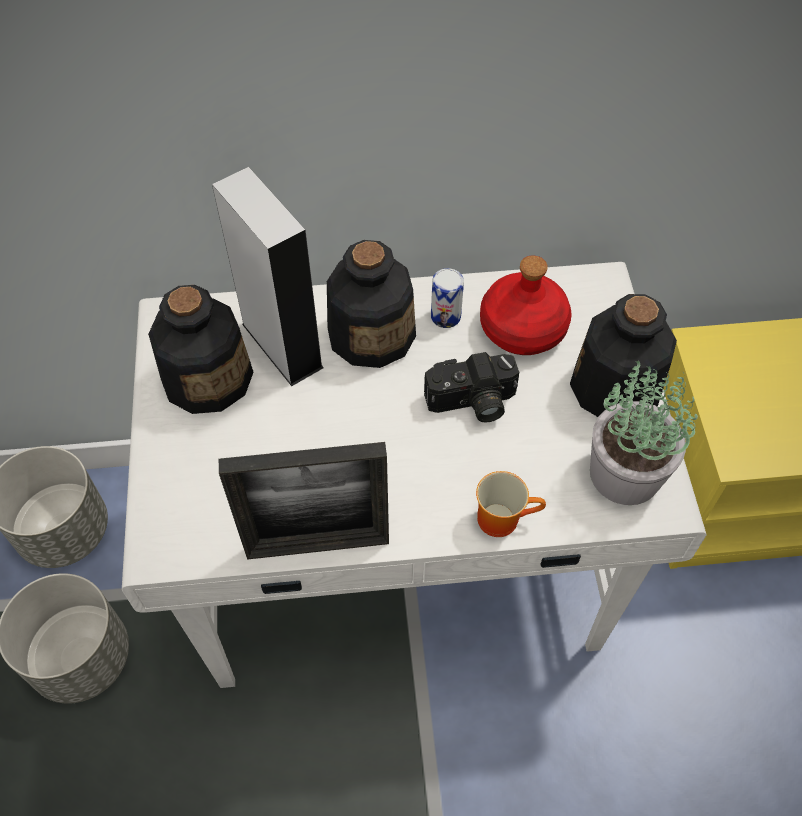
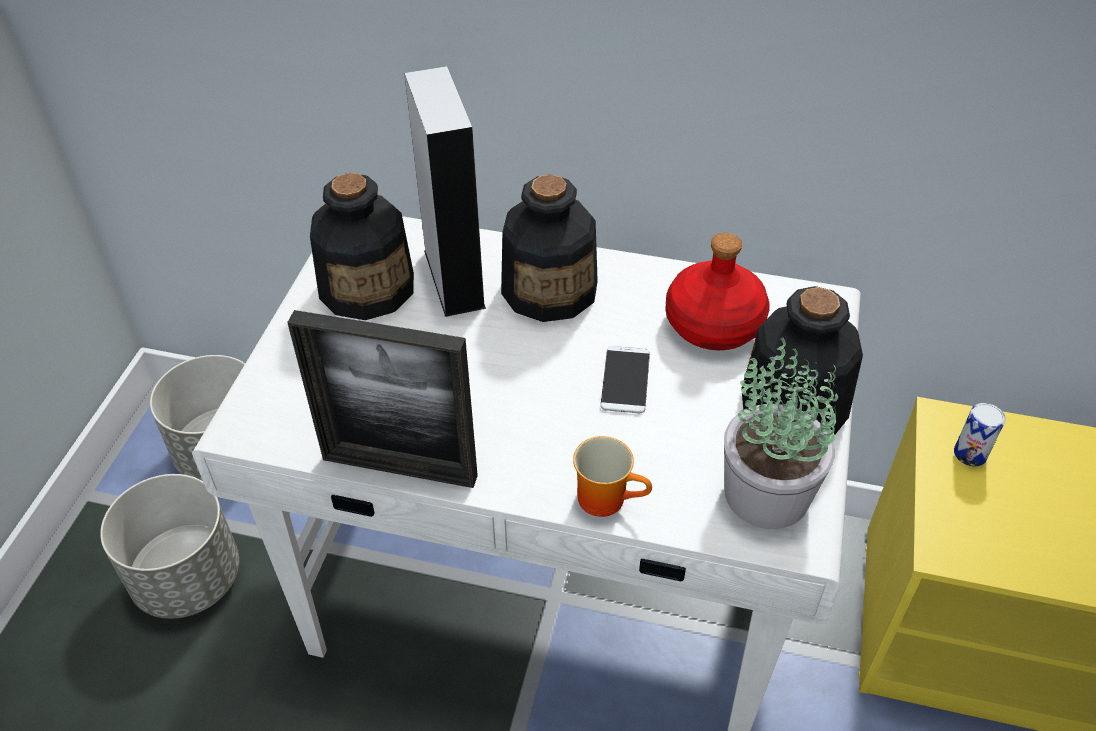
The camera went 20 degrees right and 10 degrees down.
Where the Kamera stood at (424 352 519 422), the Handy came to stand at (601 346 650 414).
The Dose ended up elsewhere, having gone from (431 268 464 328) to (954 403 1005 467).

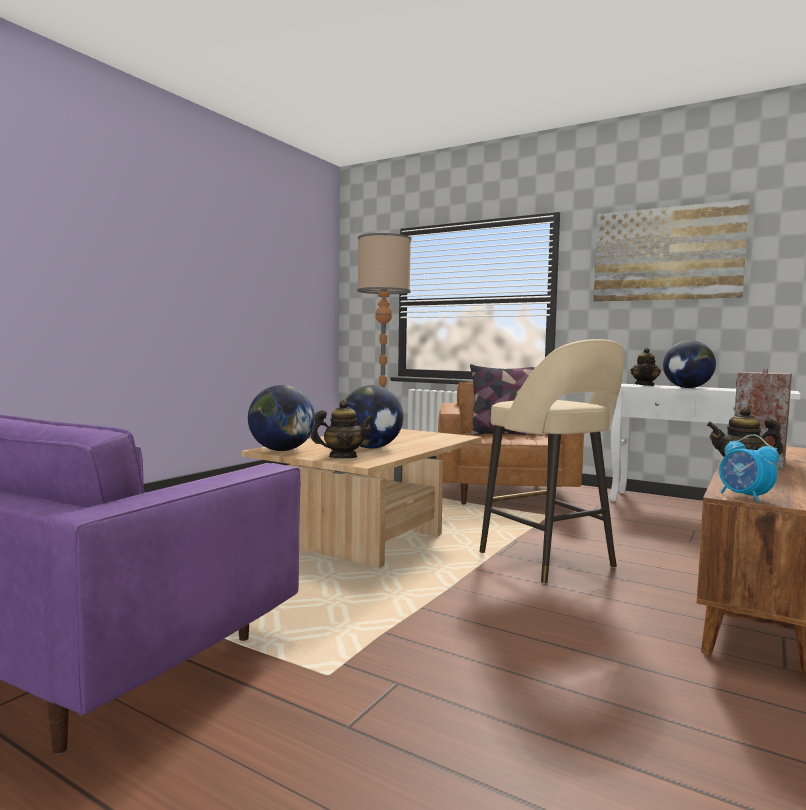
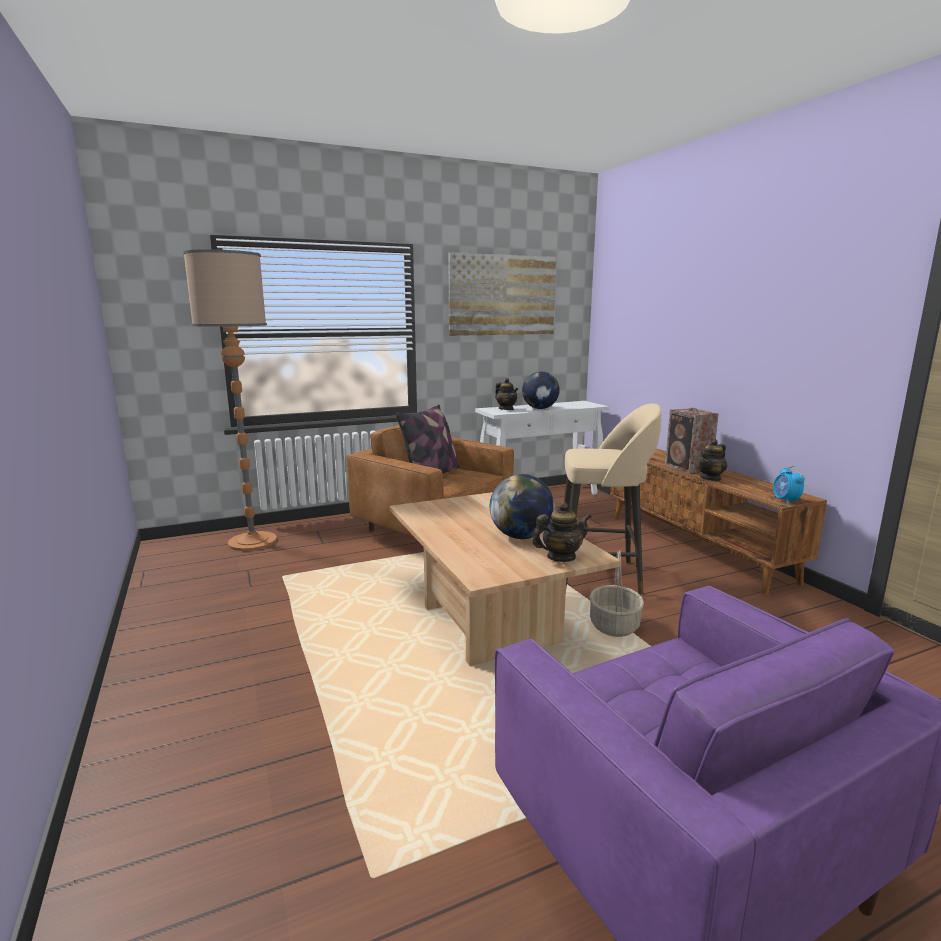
The camera went 55 degrees left and 10 degrees up.
The Teekanne at (311 400 375 458) ended up facing another way, 45 degrees clockwise from before.
The second view gained the Korb at (589 550 644 637).
The Wecker at (719 434 779 502) ended up facing another way, 75 degrees clockwise from before.
The second view lost the Globus at (248 385 315 451).

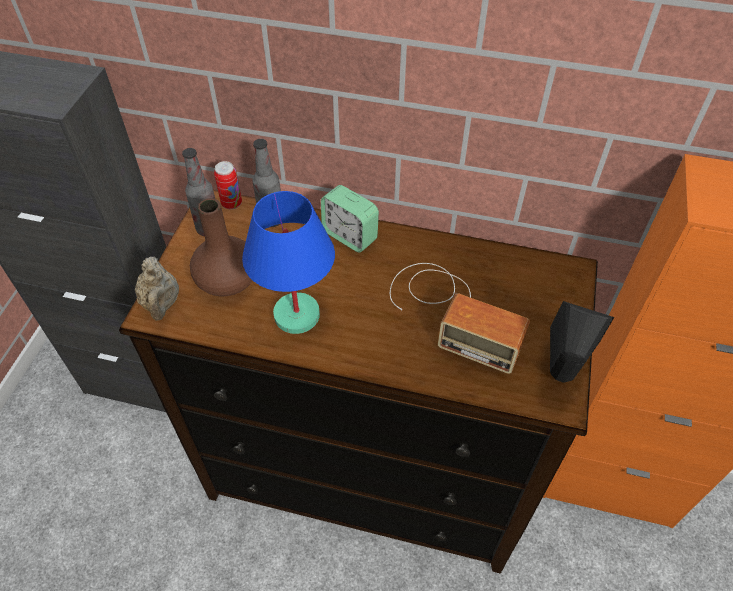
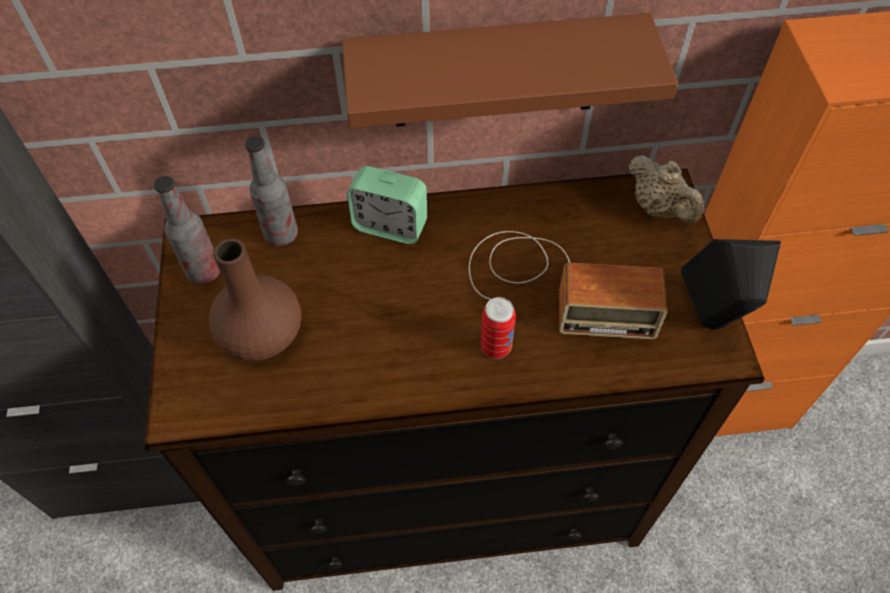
The camera went 20 degrees left and 5 degrees up.
The second view gained the Wandregal (braun) at (342 13 678 128).
The Dose ended up elsewhere, having gone from (214 161 242 209) to (481 297 516 359).
The Teekanne (beige) ended up elsewhere, having gone from (135 256 179 321) to (629 155 704 223).
The second view lost the Tischlampe (blau) at (242 191 335 334).

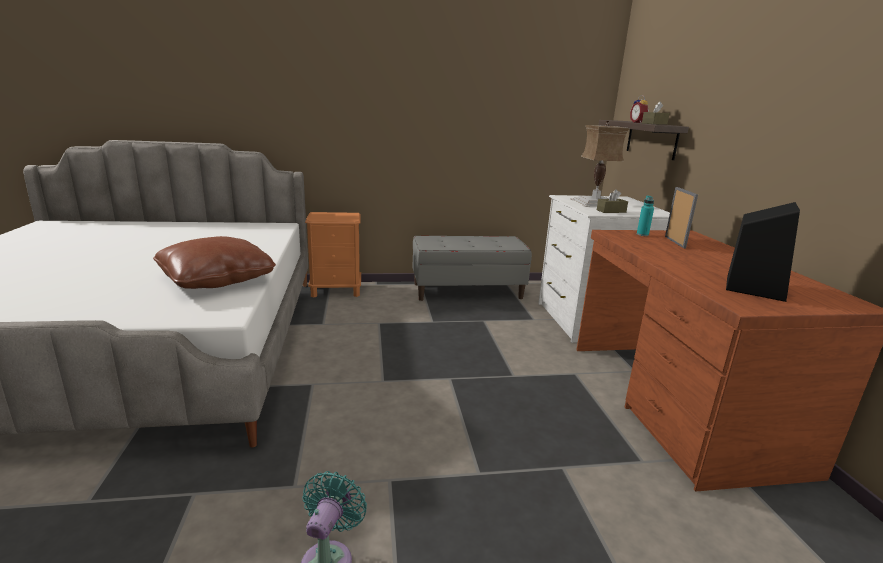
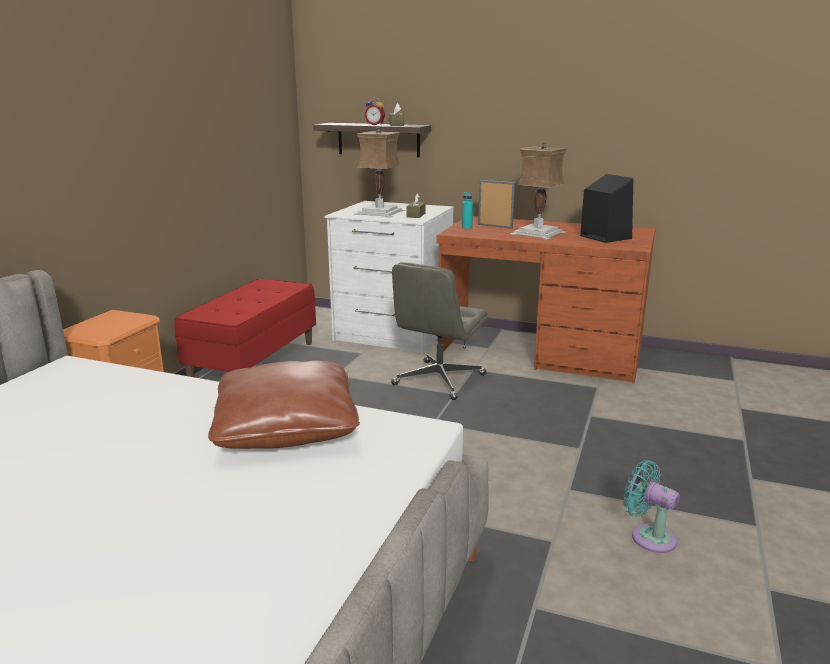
The camera went 60 degrees left and 0 degrees up.
What was the Bank (grau) at (413 236 532 301) turned into the Bank (rot) at (174 278 316 377).
The second view gained the Bürostuhl (grau) at (391 262 488 400).
The second view gained the Tischlampe at (510 143 567 240).

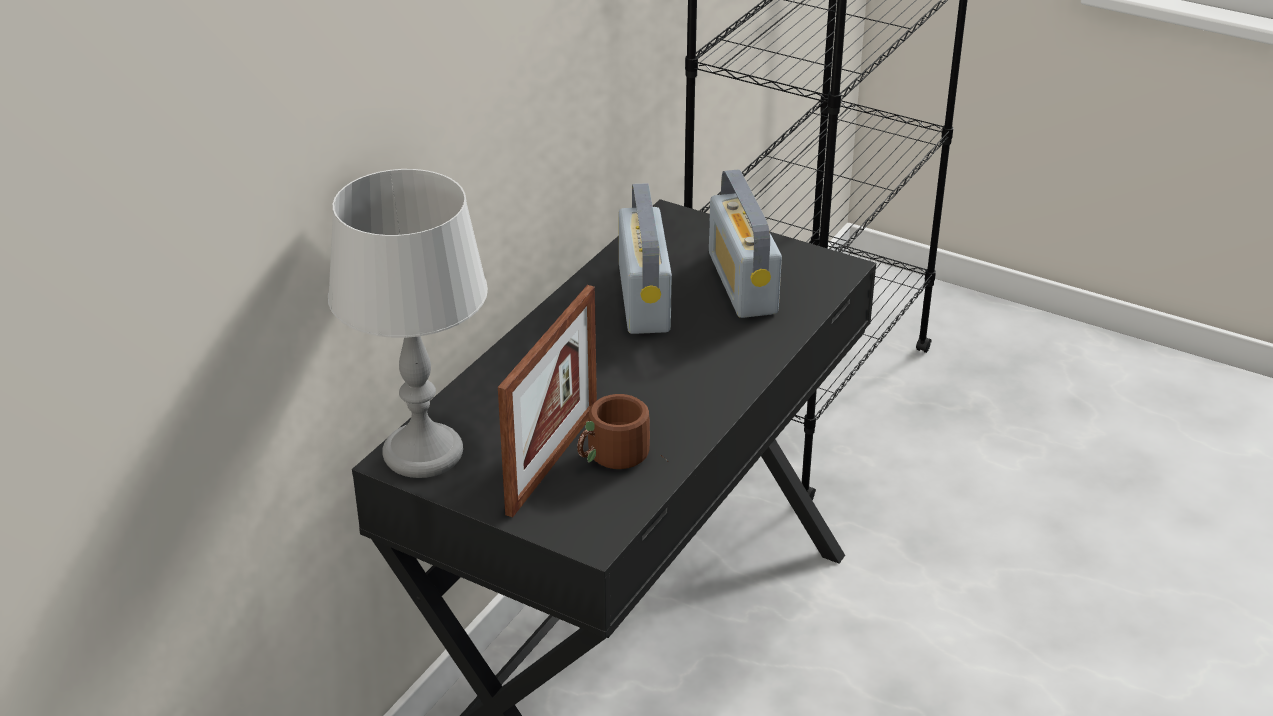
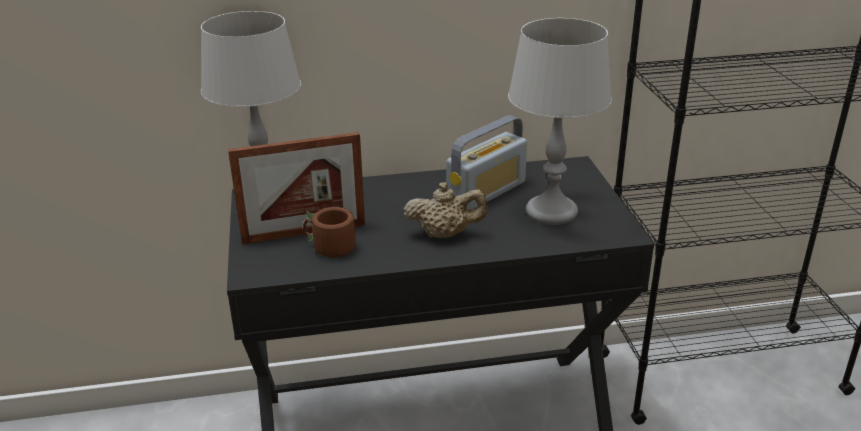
The camera went 50 degrees right and 5 degrees down.
The second view gained the Teekanne (beige) at (403 182 488 238).
Where the Radio stood at (709 169 782 318), the Tischlampe (grau) came to stand at (508 18 612 225).

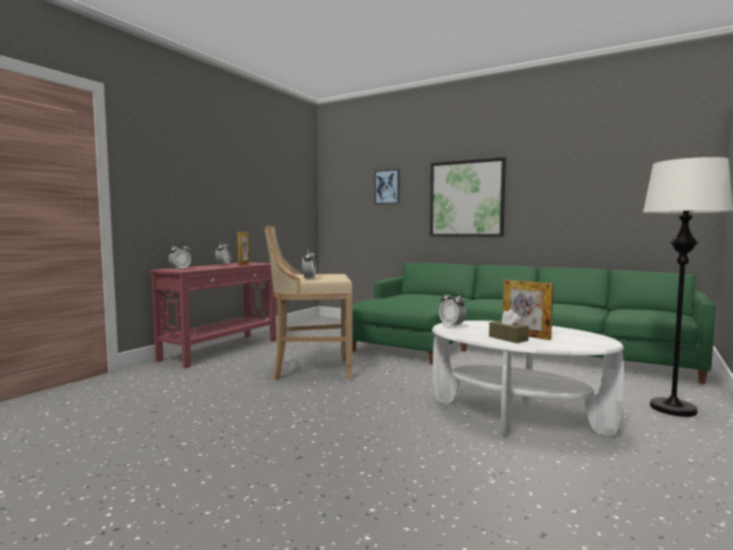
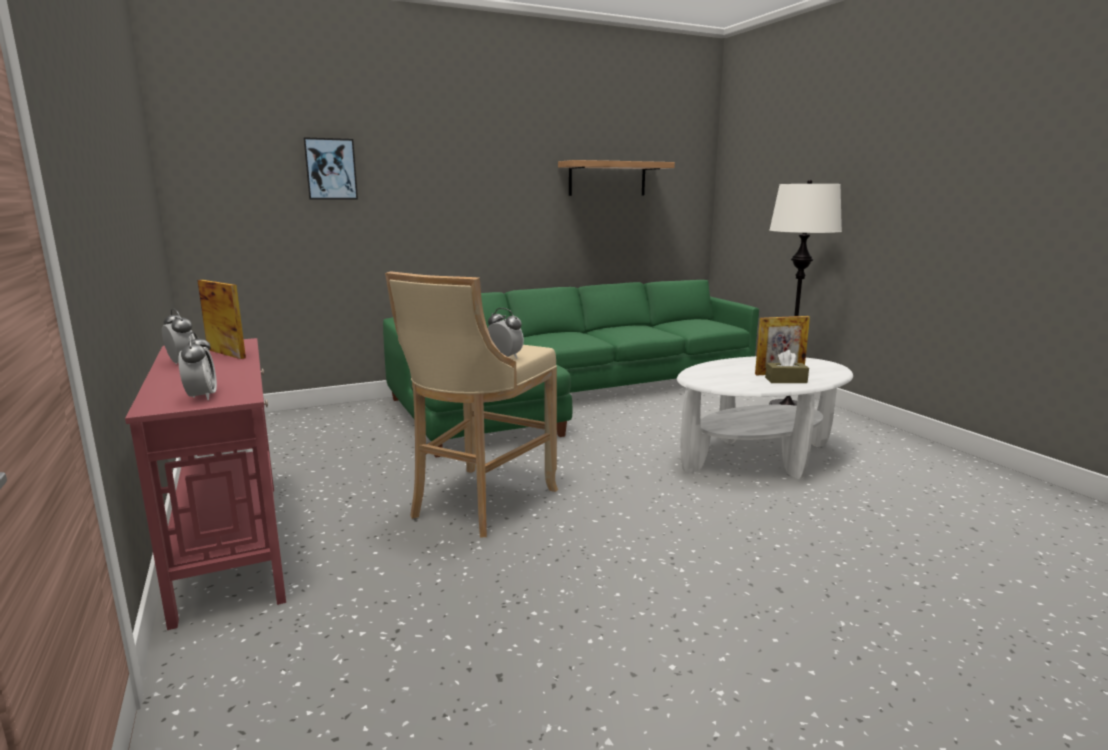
The camera went 55 degrees left and 10 degrees up.
The second view gained the Wandregal at (558 160 675 196).
The second view lost the Bild at (430 157 506 237).
The second view lost the Wecker at (439 290 466 328).

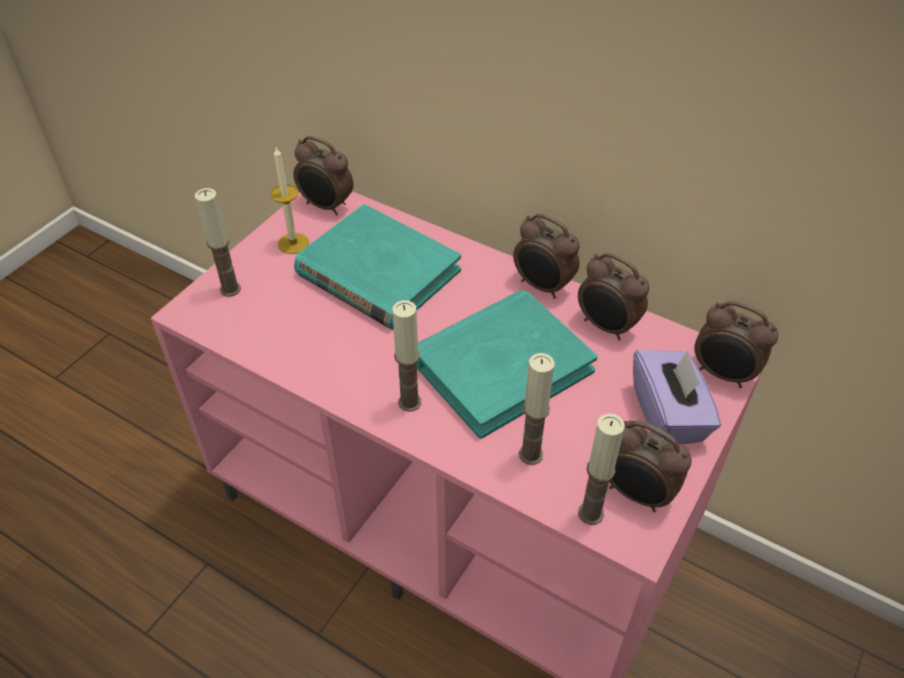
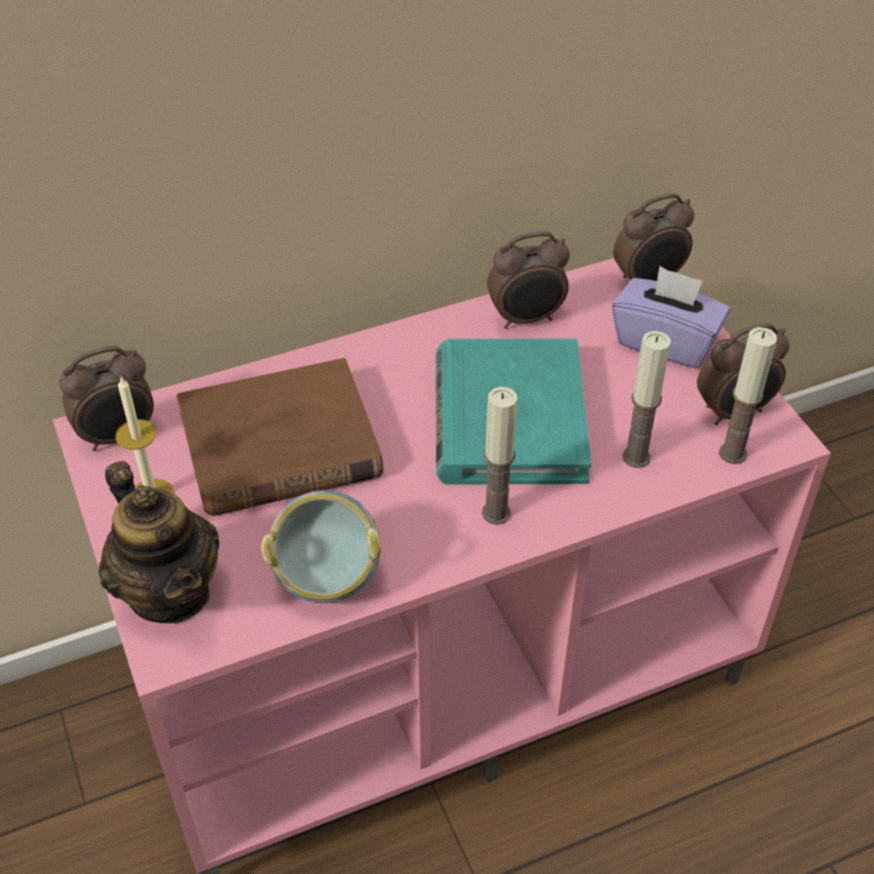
The camera went 55 degrees left and 0 degrees up.
Where the Kerze stood at (195 188 241 297), the Teekanne came to stand at (99 461 220 623).
What was the Buch (türkis) at (294 204 461 330) turned into the Buch (braun) at (177 358 384 516).
The second view gained the Schüssel at (261 490 381 603).
The second view lost the Wecker at (513 213 579 299).

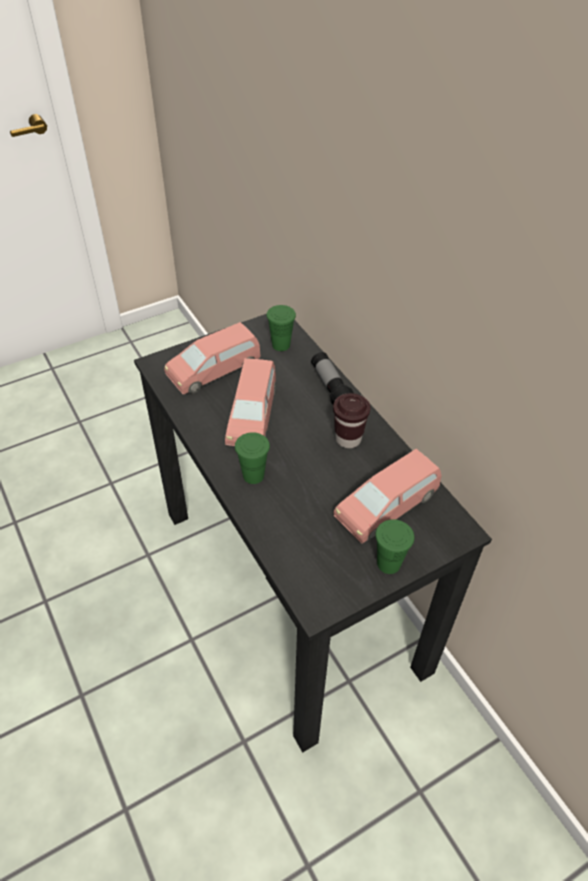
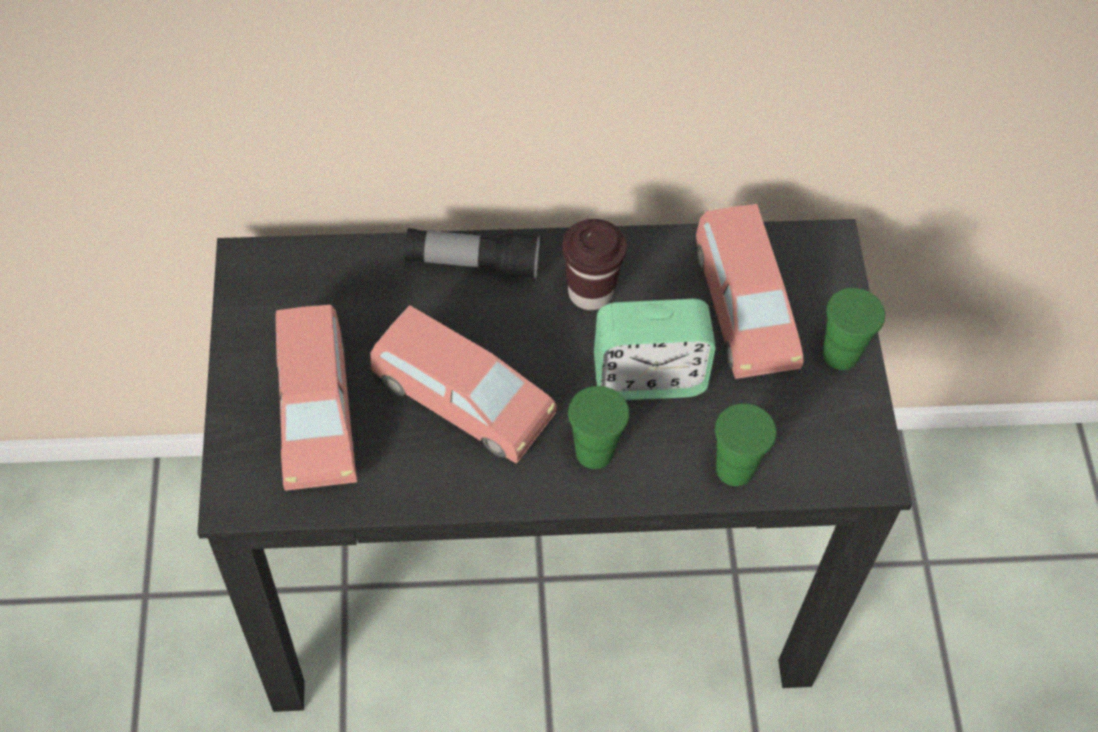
The camera went 65 degrees left and 10 degrees up.
The second view gained the Wecker at (594 299 716 400).
The Tasse (grün) ended up elsewhere, having gone from (266 305 296 351) to (715 403 777 486).

